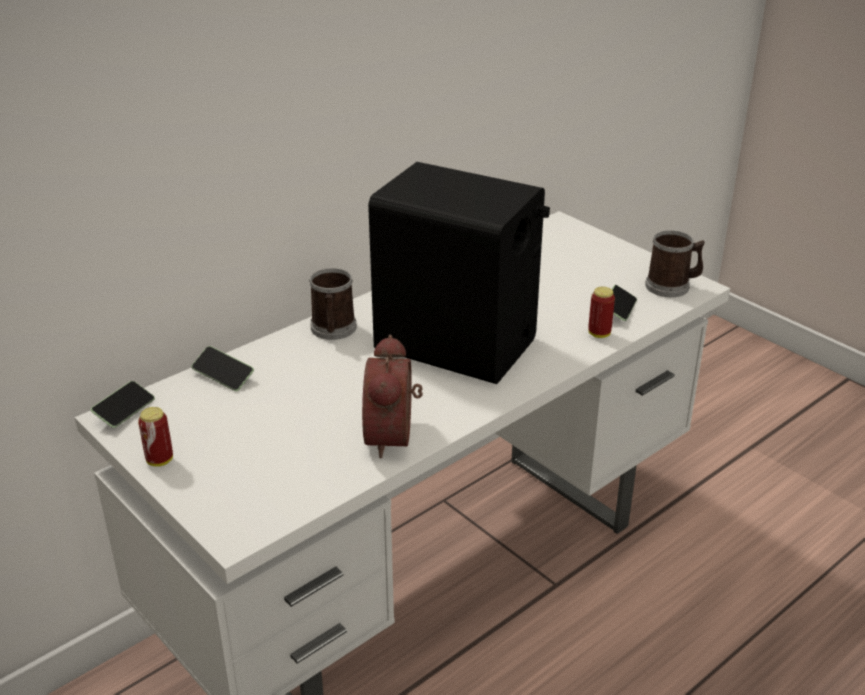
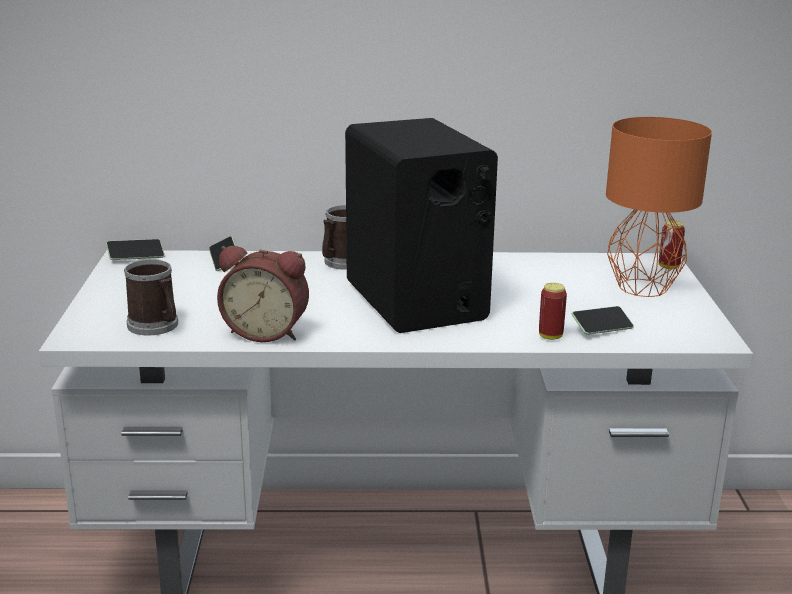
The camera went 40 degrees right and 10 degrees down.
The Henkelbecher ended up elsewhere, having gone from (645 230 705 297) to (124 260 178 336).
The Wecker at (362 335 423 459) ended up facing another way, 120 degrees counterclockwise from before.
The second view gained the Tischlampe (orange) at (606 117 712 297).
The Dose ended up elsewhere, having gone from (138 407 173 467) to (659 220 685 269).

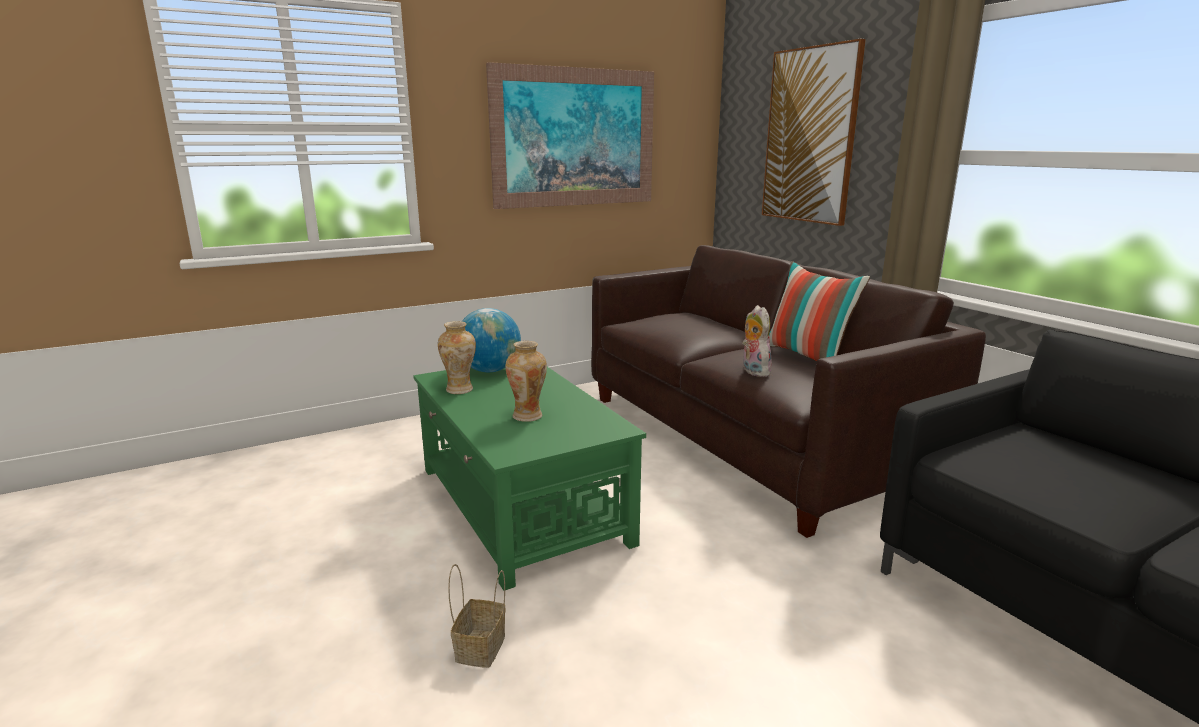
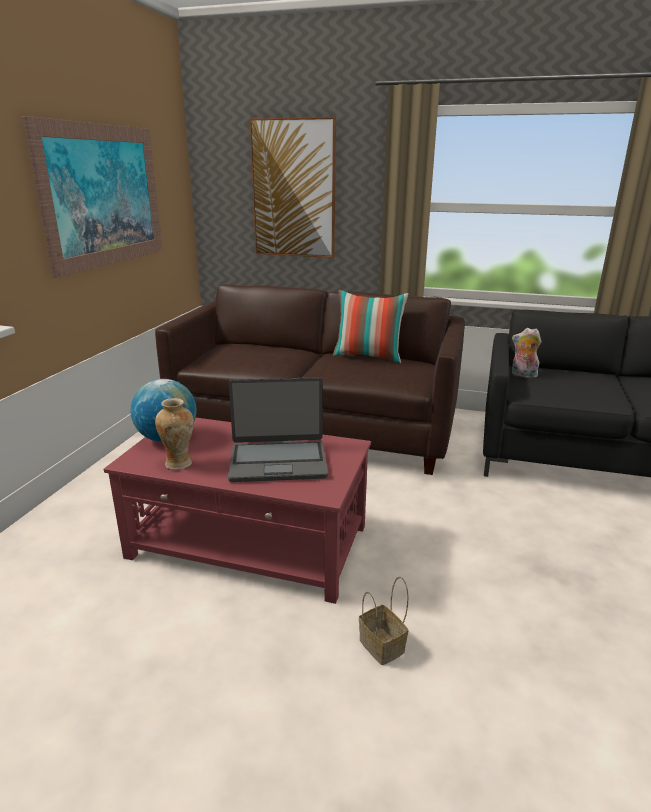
The camera went 45 degrees left and 5 degrees up.
What was the Couchtisch (grün) at (413 367 646 591) turned into the Couchtisch (rot) at (104 418 371 604).
Where the Vase stood at (506 341 547 422), the Laptop came to stand at (228 377 328 482).
The Plüschtier ended up elsewhere, having gone from (742 305 772 377) to (512 328 541 378).

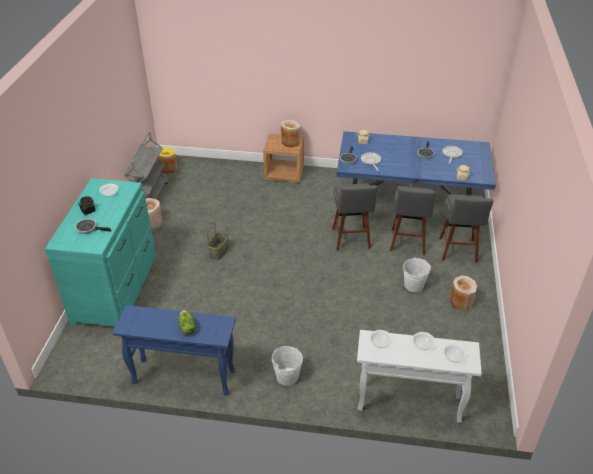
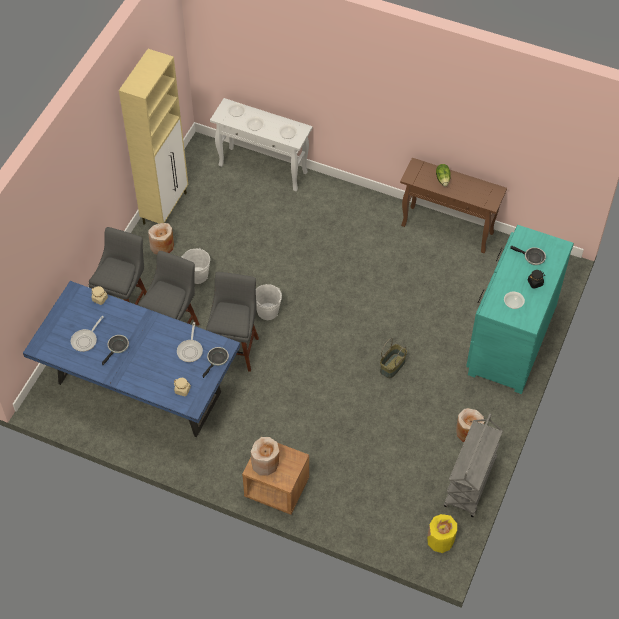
The camera went 165 degrees left and 15 degrees up.
The second view gained the Schrank (beige) at (119 49 188 225).
The Eimer (weiß) ended up elsewhere, having gone from (272 346 303 386) to (256 284 282 320).
What was the Konsolentisch (blau) at (113 305 236 396) turned into the Konsolentisch (braun) at (400 158 507 253).

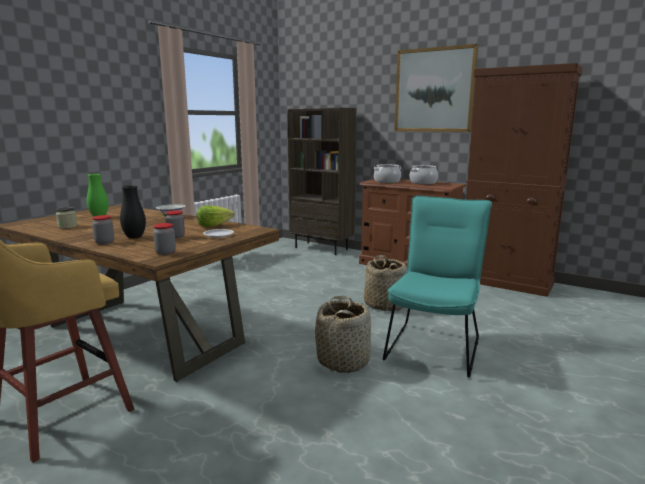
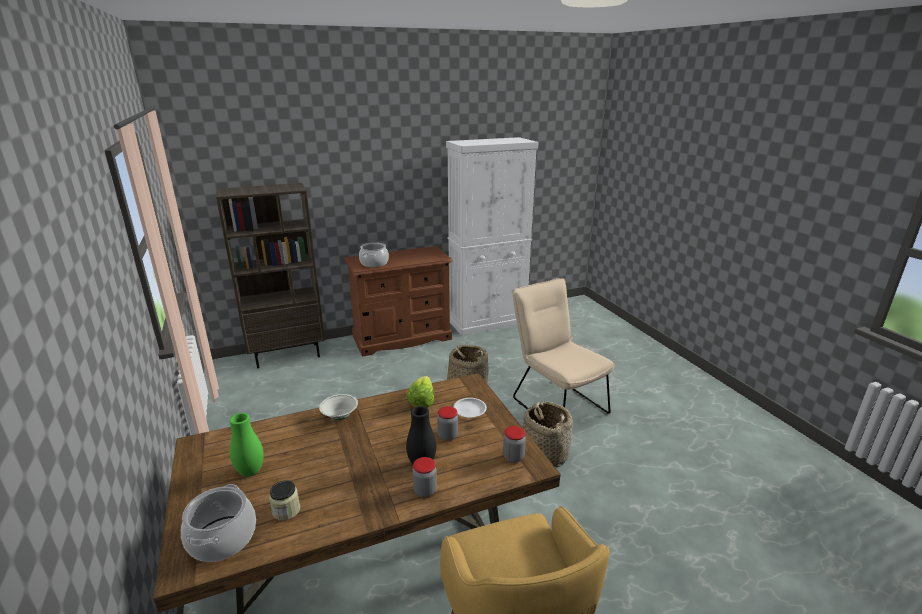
The camera went 55 degrees left and 10 degrees up.
The Kochtopf ended up elsewhere, having gone from (410 165 438 184) to (181 484 256 562).
What was the Schrank (braun) at (466 63 583 297) turned into the Schrank (weiß) at (446 137 538 336).
What was the Stuhl (türkis) at (383 195 492 378) turned into the Stuhl (beige) at (513 278 615 414).
The second view lost the Bild at (394 44 478 132).

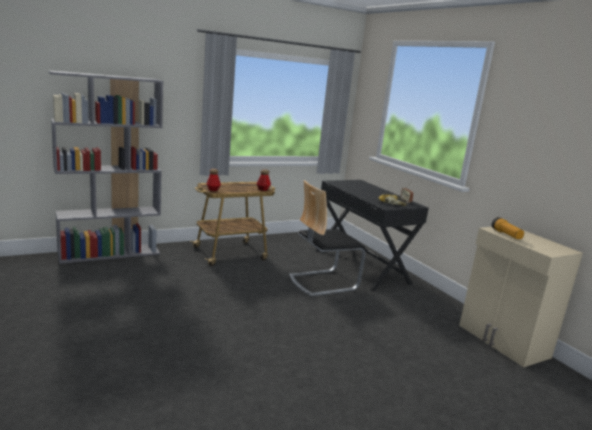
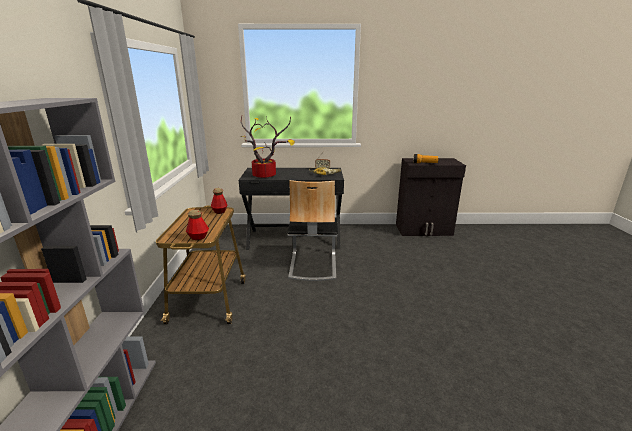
The camera went 60 degrees left and 5 degrees up.
The second view gained the Topfpflanze at (241 115 295 178).
What was the Schrank (beige) at (459 227 583 367) turned into the Schrank (schwarz) at (396 158 466 236).

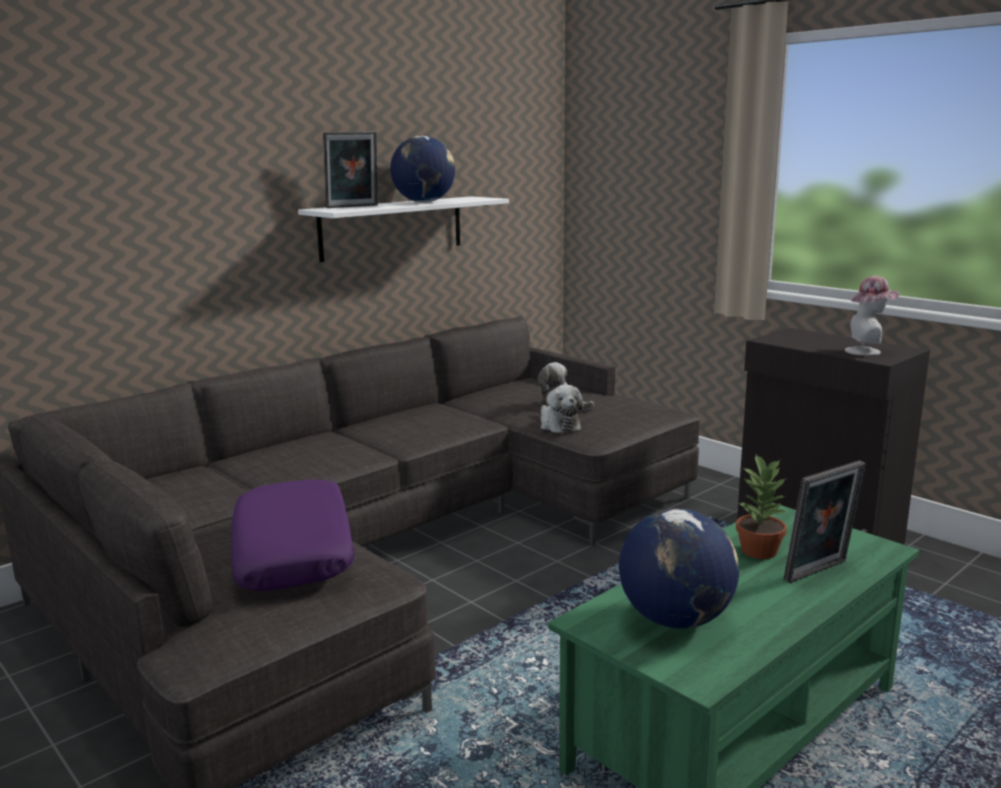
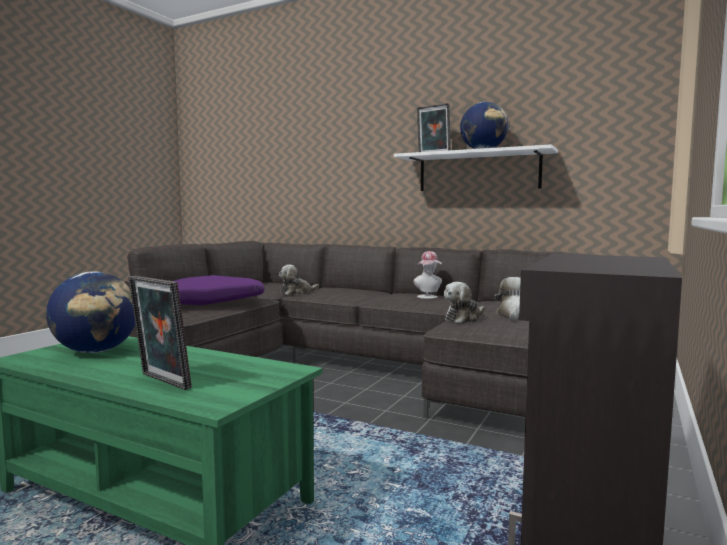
The camera went 70 degrees right and 10 degrees down.
The second view gained the Plüschtier at (279 265 319 295).
The Hut ended up elsewhere, having gone from (845 276 900 356) to (413 251 442 299).
The second view lost the Topfpflanze at (736 455 788 559).

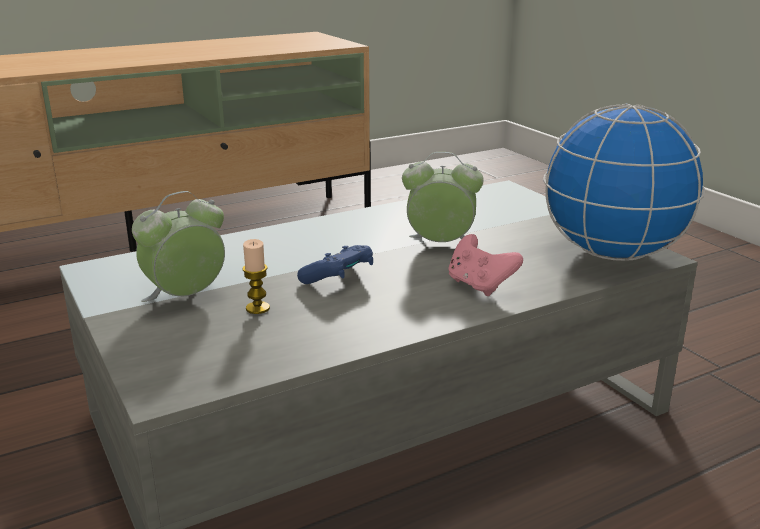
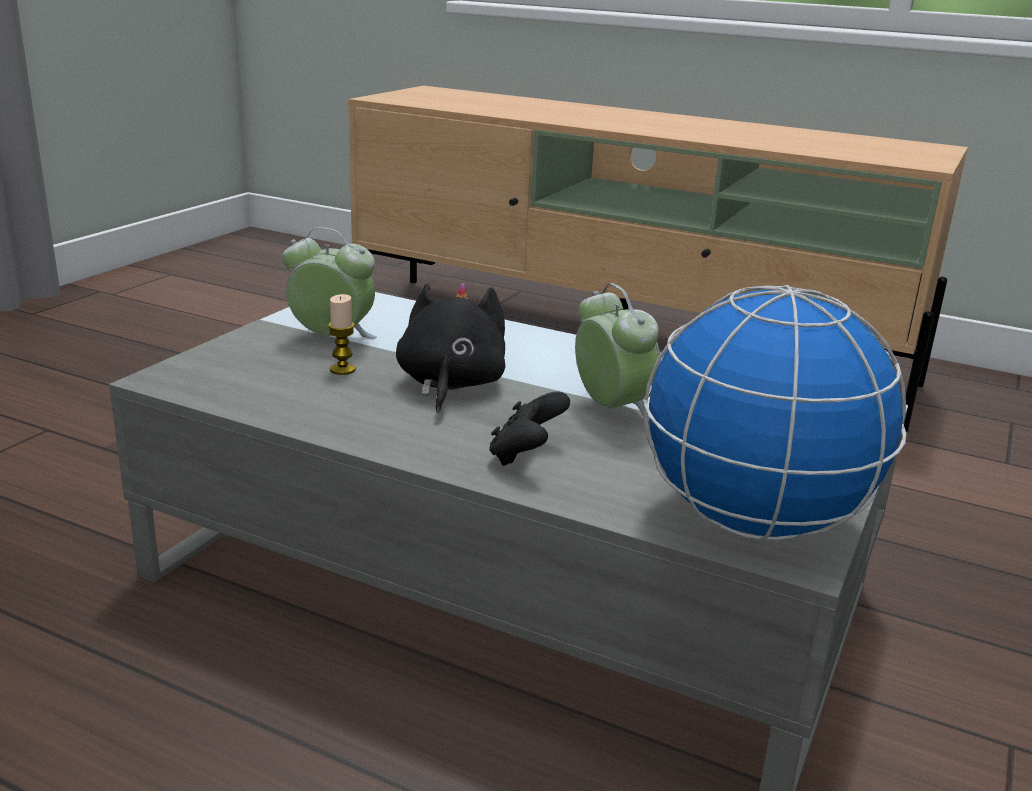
The camera went 55 degrees right and 0 degrees up.
Where the Gamepad (blau) stood at (297 245 373 284), the Plüschtier (schwarz) came to stand at (396 283 505 413).
What was the Gamepad (rosa) at (448 234 523 296) turned into the Gamepad (schwarz) at (489 391 570 466).

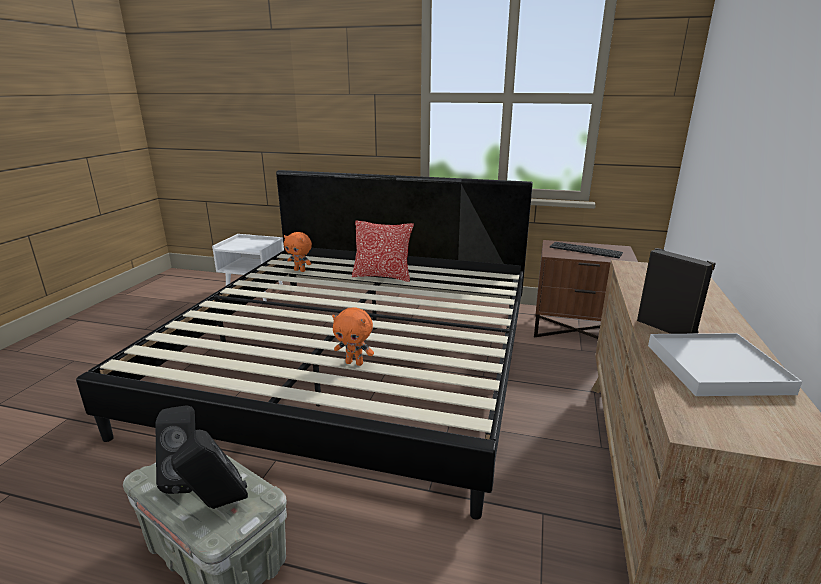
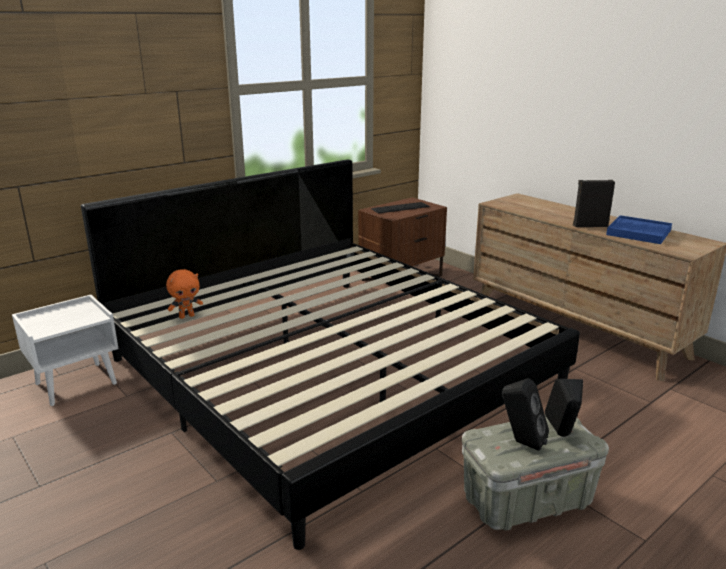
The camera went 55 degrees left and 0 degrees up.
What was the Tablett (weiß) at (648 333 802 396) turned into the Tablett (blau) at (606 215 672 244).
The second view lost the Plüschtier (orange) at (332 307 374 366).
The second view lost the Kissen at (352 220 414 282).

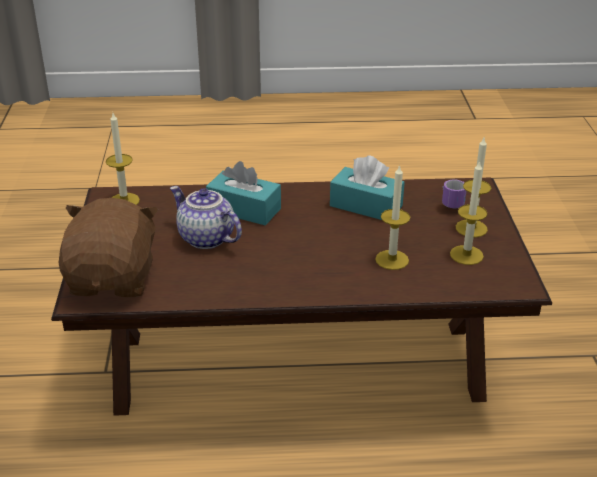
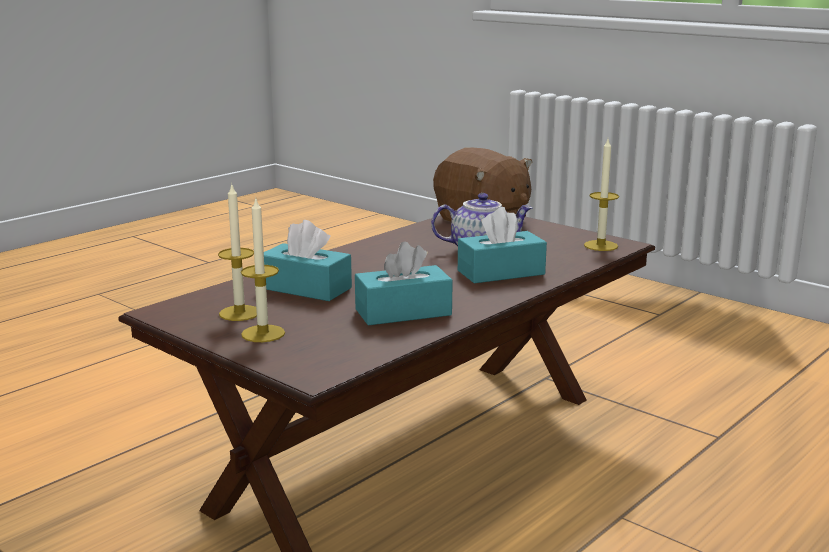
The camera went 135 degrees right and 15 degrees down.
Where the Kerze stood at (375 165 410 270), the Taschentuchbox (türkis) came to stand at (264 220 352 301).
The second view lost the Henkelbecher at (442 179 466 208).

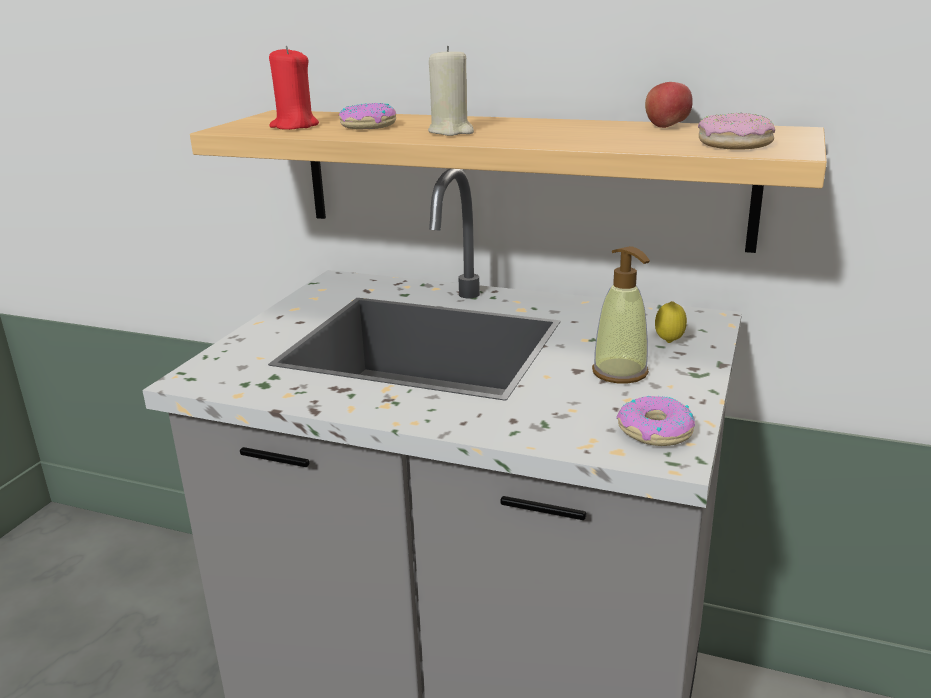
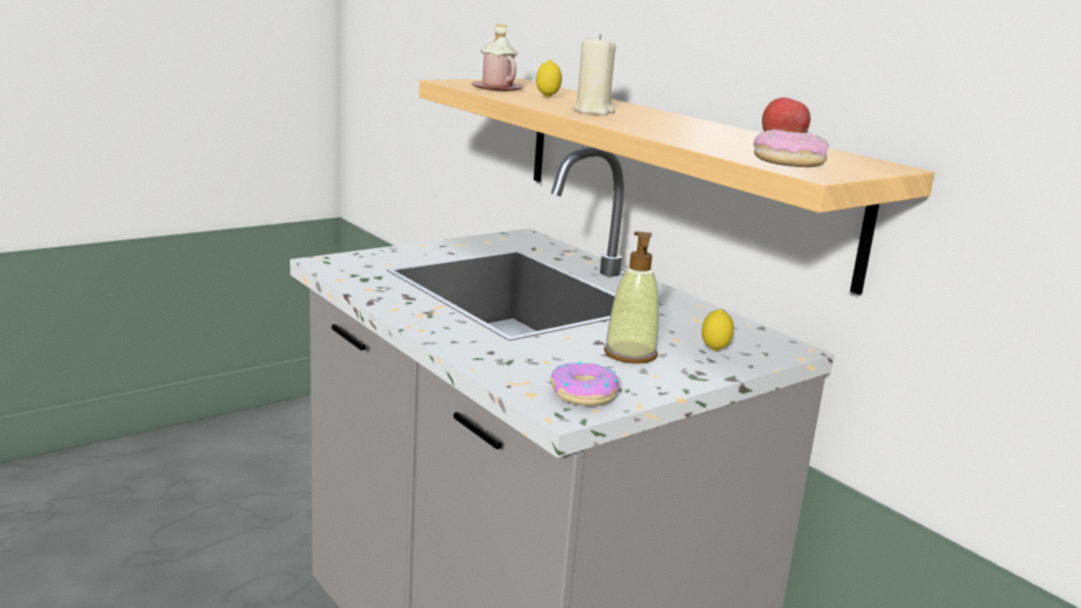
The camera went 30 degrees right and 5 degrees down.
Where the Kerze (rot) stood at (269 46 319 130), the Henkelbecher (rosa) came to stand at (471 24 524 91).
Where the Donut stood at (338 103 396 129), the Zitrone came to stand at (536 60 562 98).

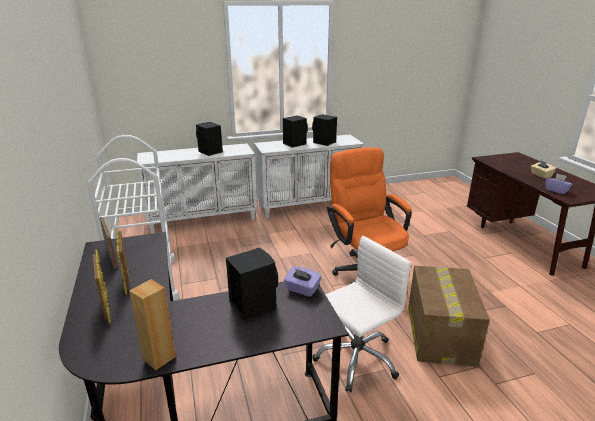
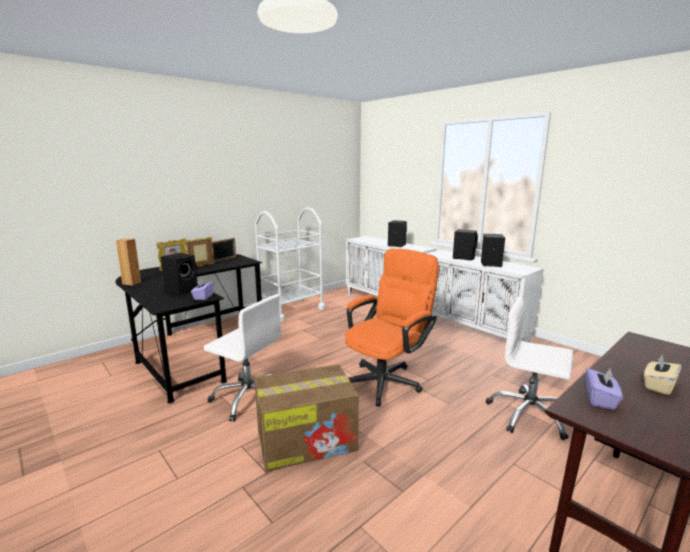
The camera went 65 degrees right and 10 degrees down.
The second view gained the Bürostuhl (weiß) at (486 296 573 440).

